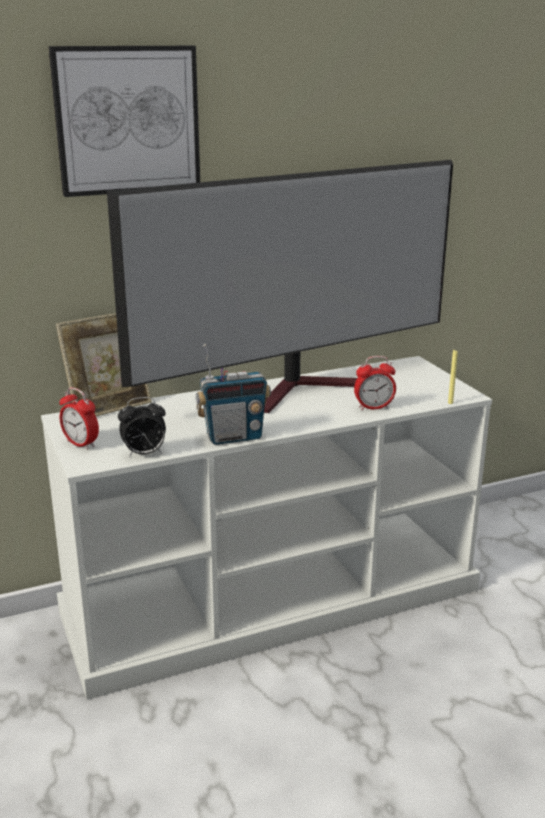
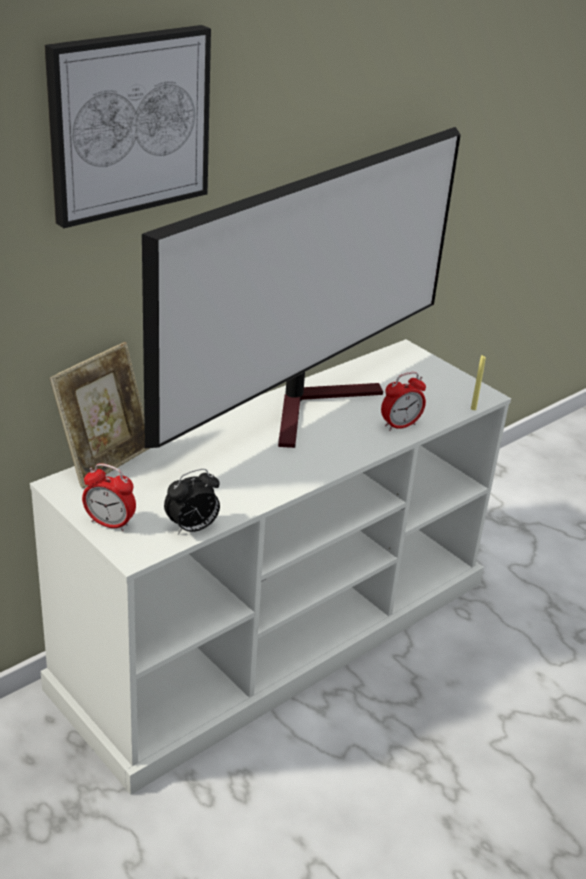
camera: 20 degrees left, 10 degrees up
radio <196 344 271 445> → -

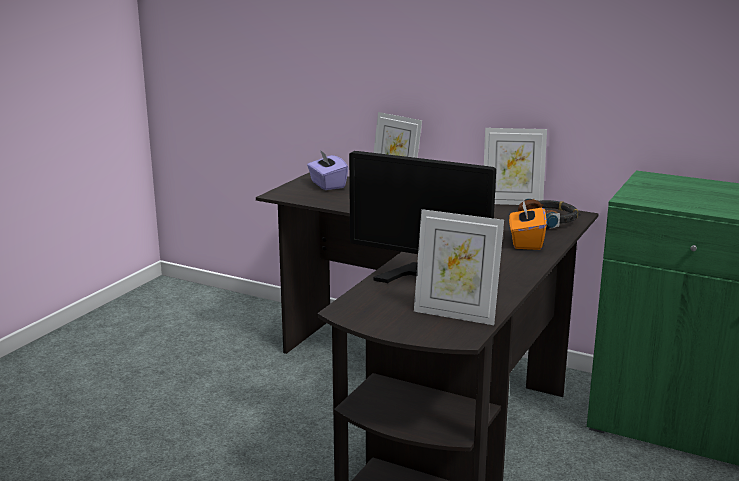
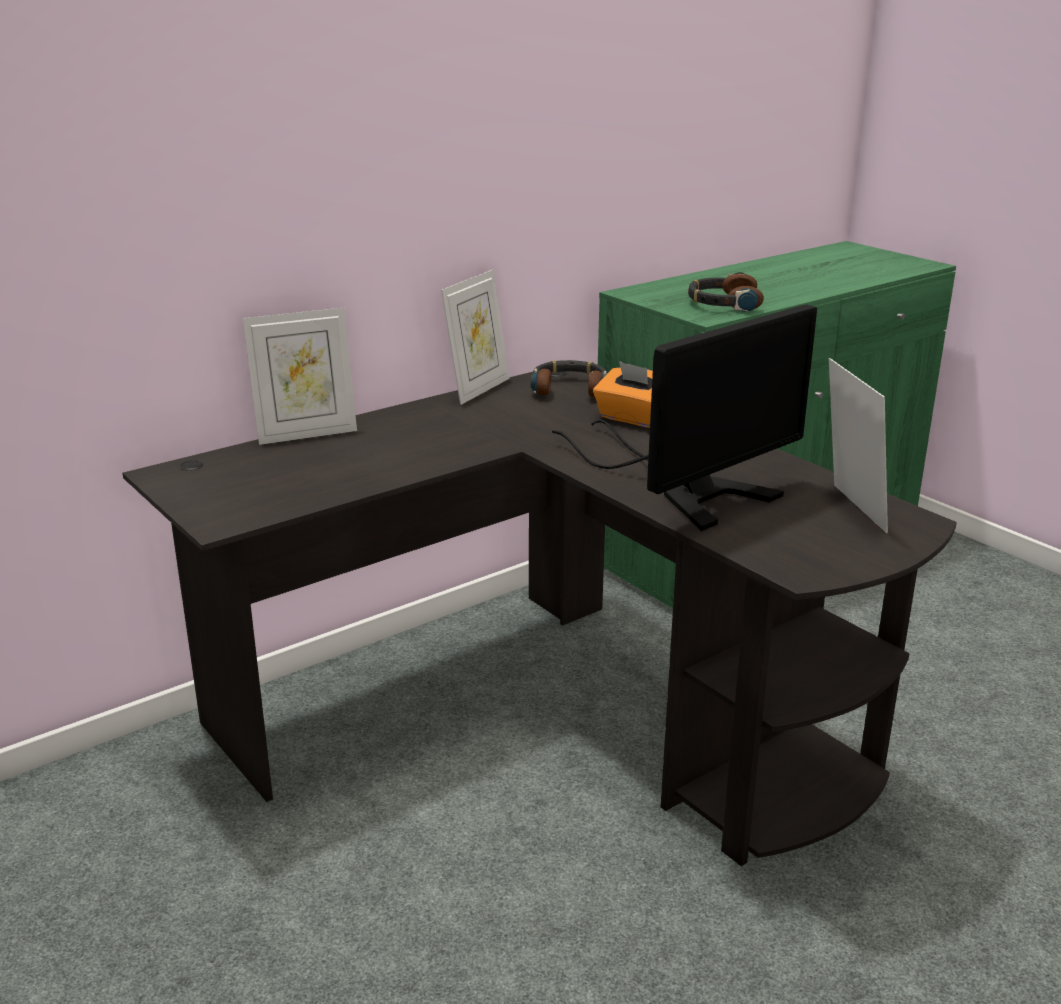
camera: 65 degrees left, 5 degrees up
- → auriculares <688 272 764 312>
portarretratos <414 209 504 325> → portarretratos <829 358 888 533>, 60 degrees counterclockwise
caja de pañuelos/morado <307 150 348 190> → -

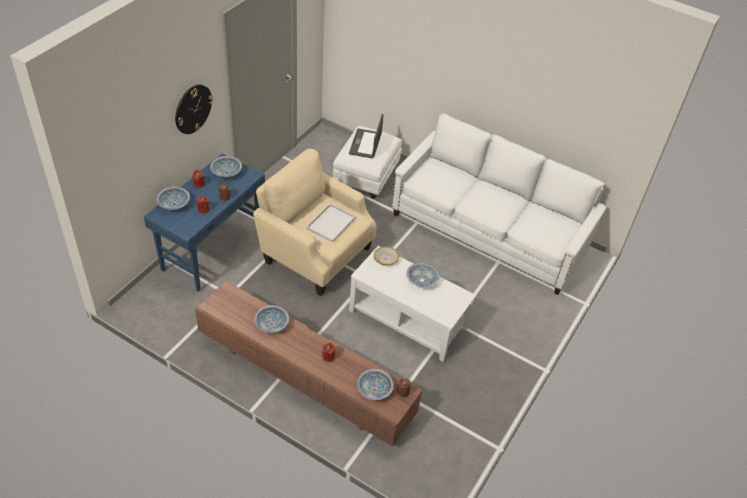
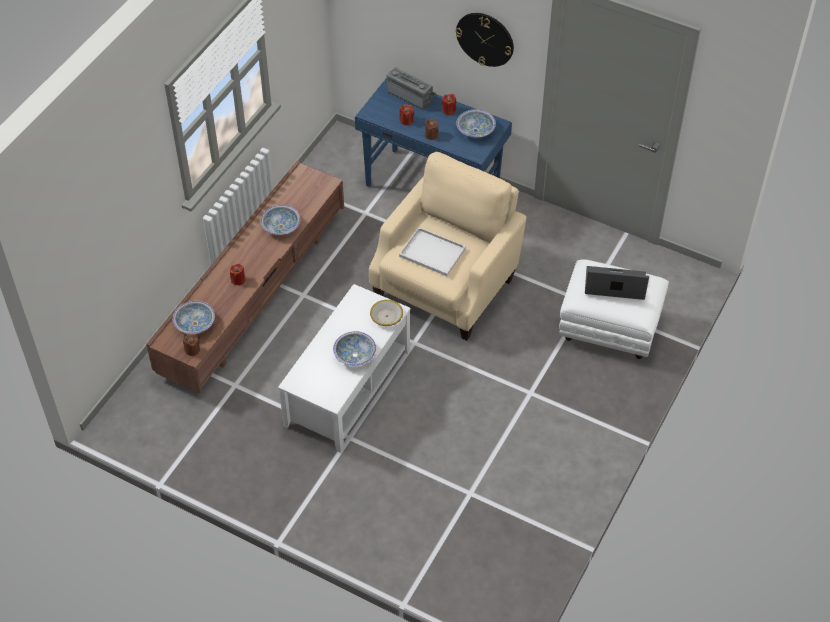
camera: 90 degrees right, 5 degrees up
cuenco <156 187 190 210> → radio <386 68 436 110>
sofá/blanco <392 113 607 295> → -

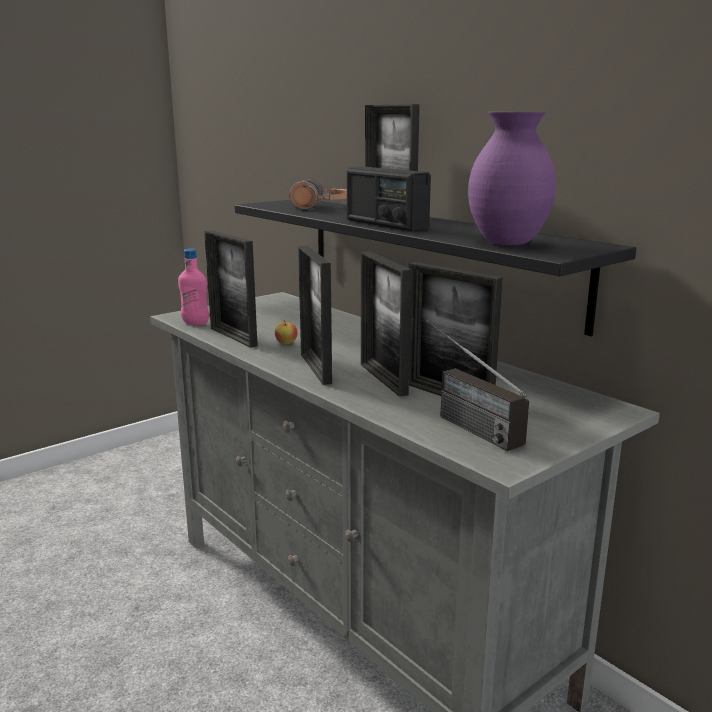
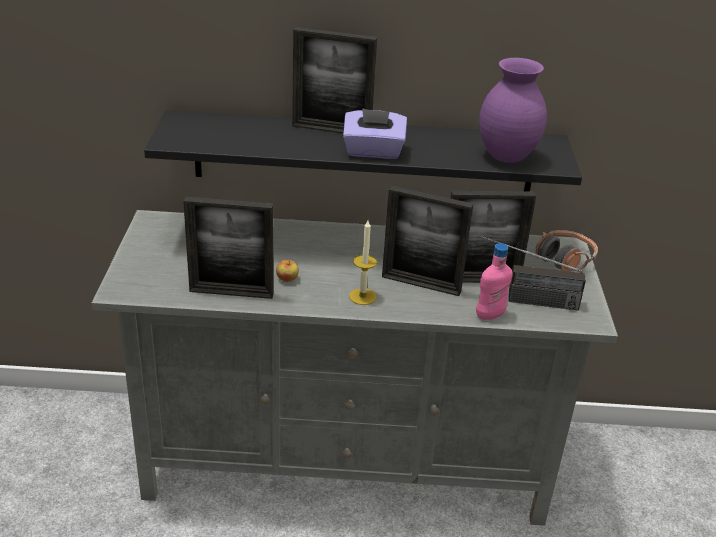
camera: 50 degrees left, 15 degrees up
radio <347 166 431 231> → caja de pañuelos/morado <343 108 407 159>
portarretratos <298 246 332 385> → vela <349 220 377 305>
botella/rosa <178 249 209 325> → botella/rosa <476 243 513 320>, moved
auriculares <289 178 347 209> → auriculares <536 230 598 272>, moved

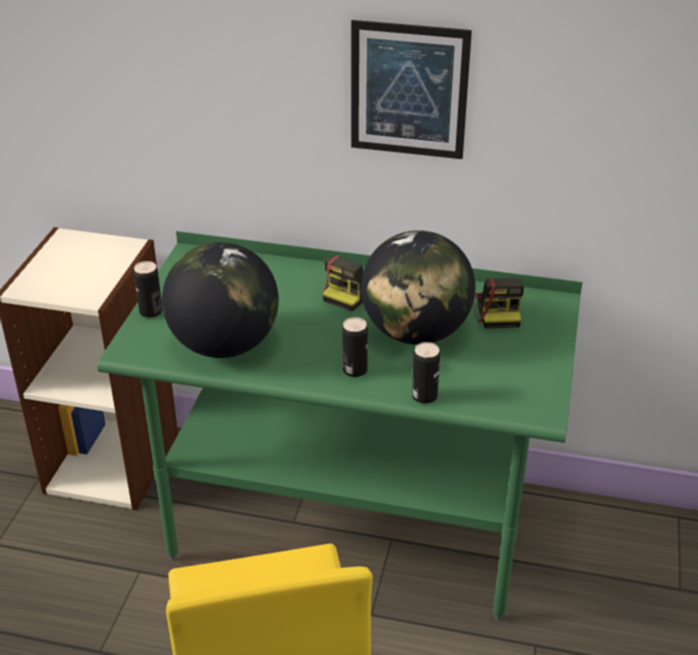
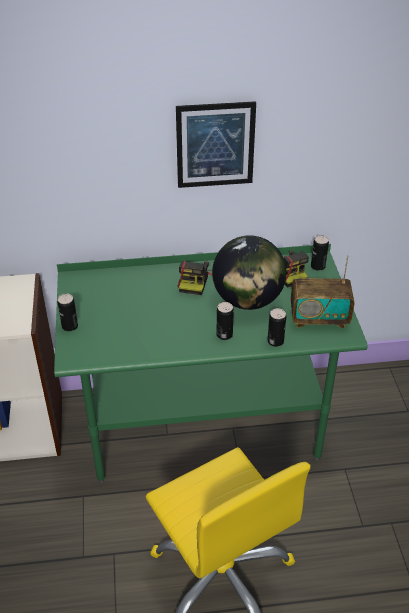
camera: 20 degrees left, 5 degrees up
- → radio <291 255 355 328>
- → lata <311 235 329 271>
globo terráqueo <162 242 279 358> → -

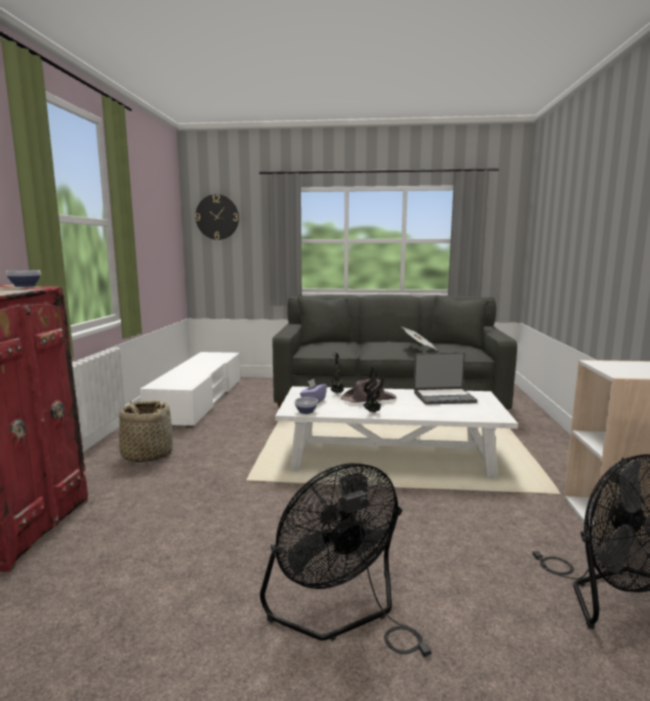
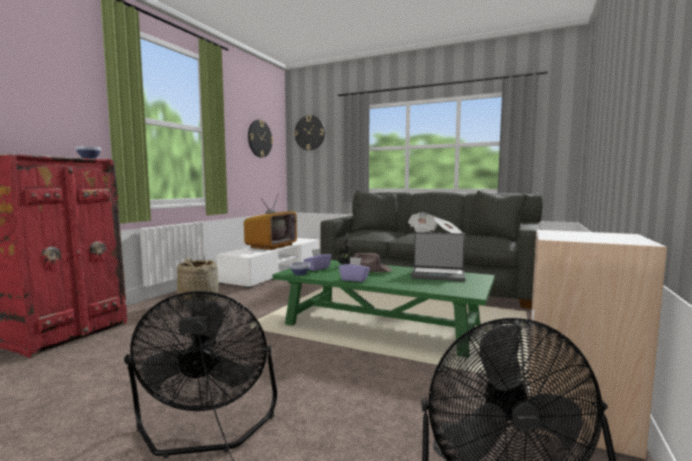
camera: 20 degrees right, 5 degrees down
- → televisor <244 194 297 250>
- → reloj de pared <248 120 273 158>
mesa de centro/blanco <275 386 518 479> → mesa de centro/verde <273 260 495 358>
planta en maceta <363 365 384 413> → caja de pañuelos/morado <339 257 370 282>
- → periódico <408 212 437 232>

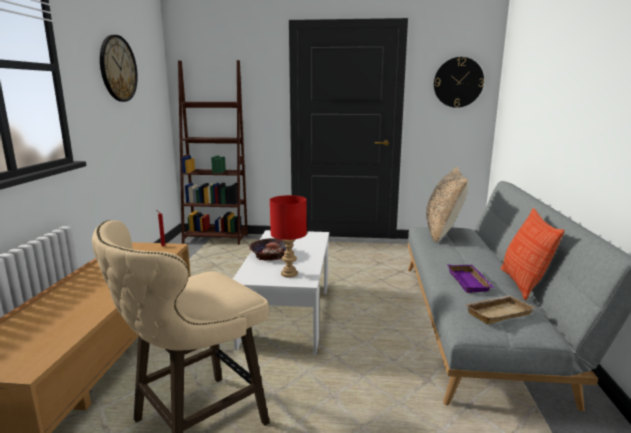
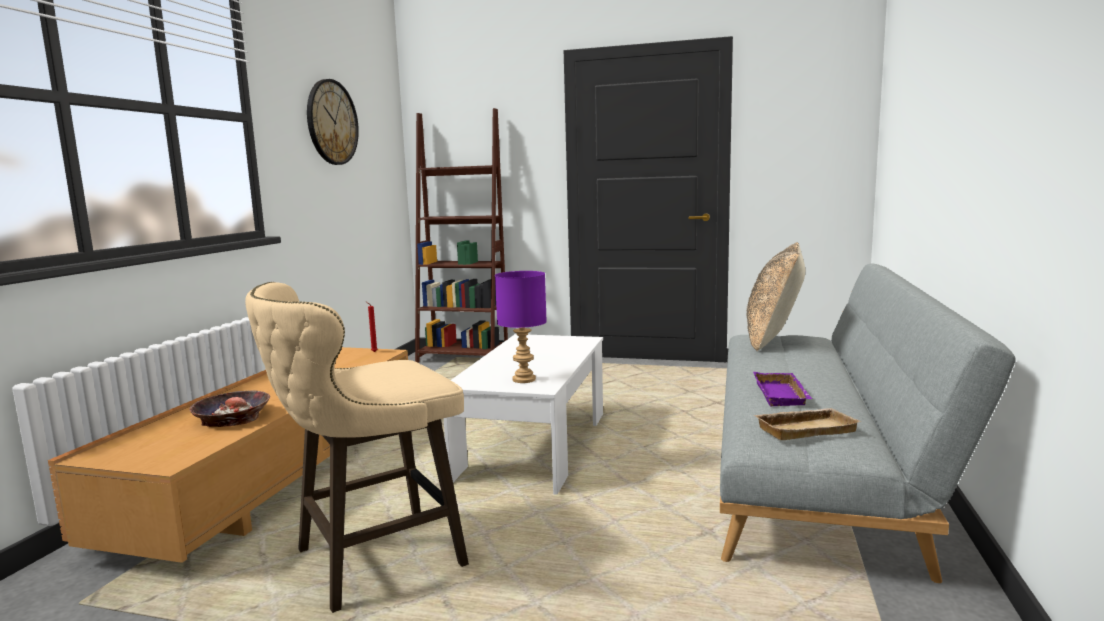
camera: 10 degrees right, 5 degrees down
cuenco <249 238 293 260> → cuenco <190 390 270 427>, moved
lámpara de mesa/rojo <270 195 307 277> → lámpara de mesa/morado <495 271 547 383>
reloj de pared <434 57 484 108> → -
cojín/naranja <501 208 565 300> → -

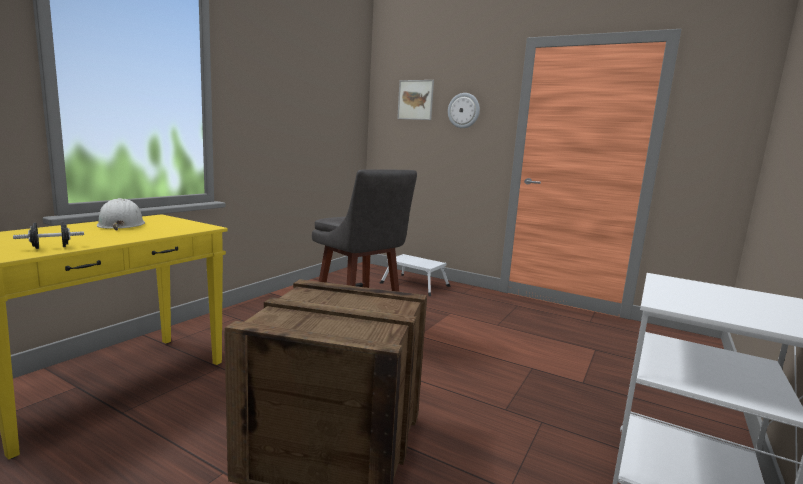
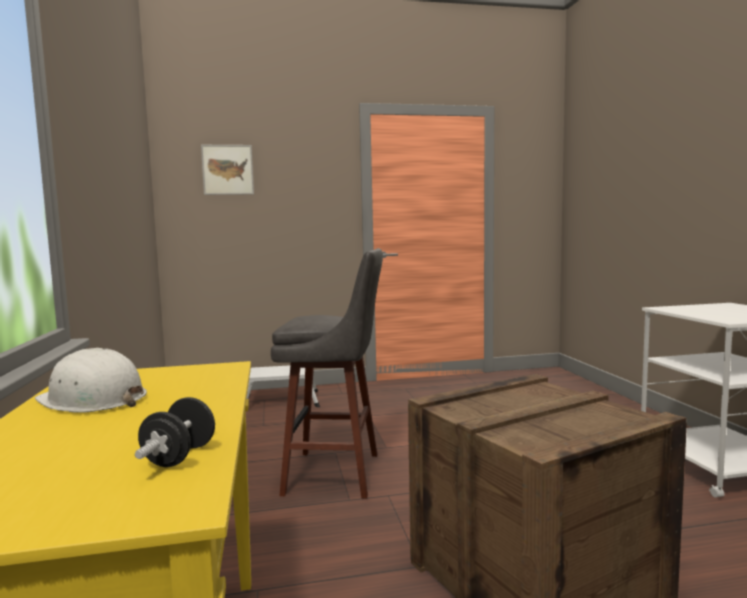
camera: 40 degrees left, 5 degrees down
reloj de pared <448 93 480 128> → -

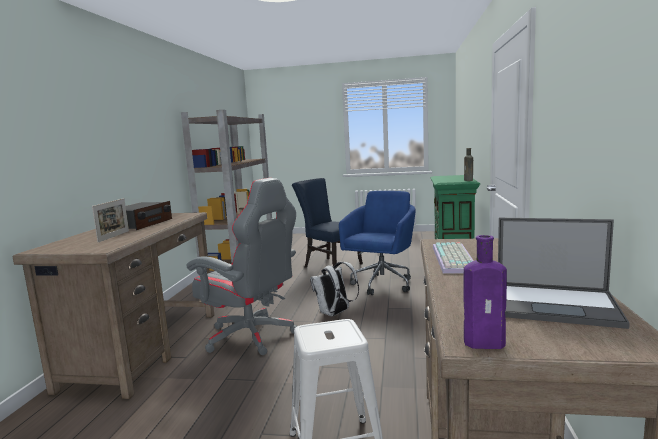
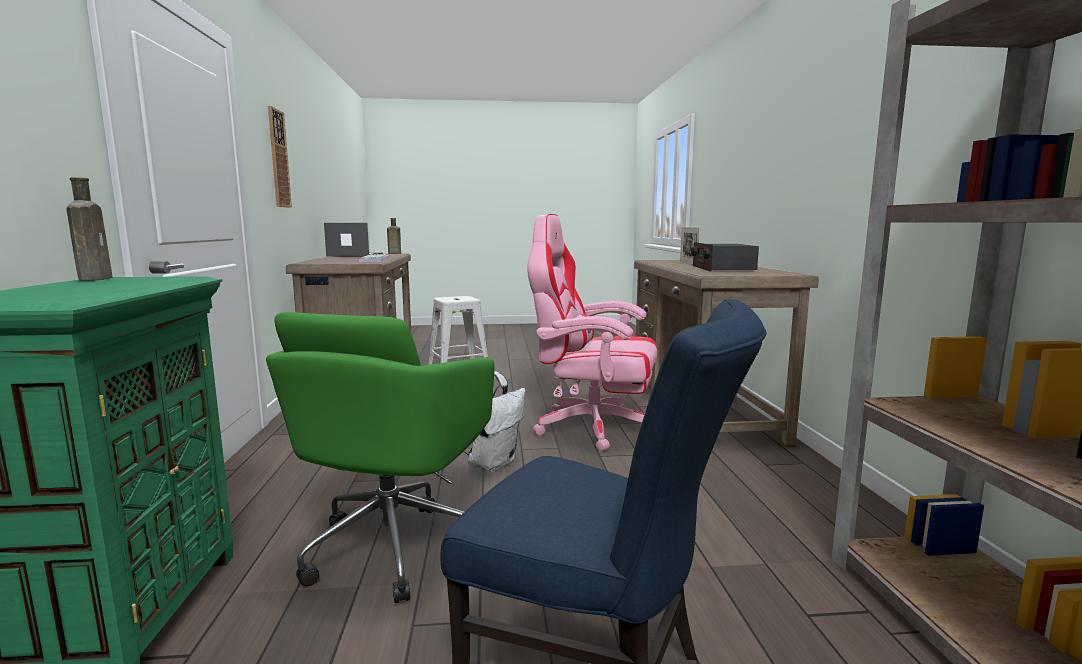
camera: 165 degrees right, 0 degrees up
silla de oficina/azul <339 191 415 295> → silla de oficina/verde <266 312 495 603>
- → reloj de pared <268 106 292 208>
botella/morado <464 235 507 349> → botella/marrón <387 218 401 254>
silla de oficina/gris <186 178 297 355> → silla de oficina/rosa <527 214 658 451>

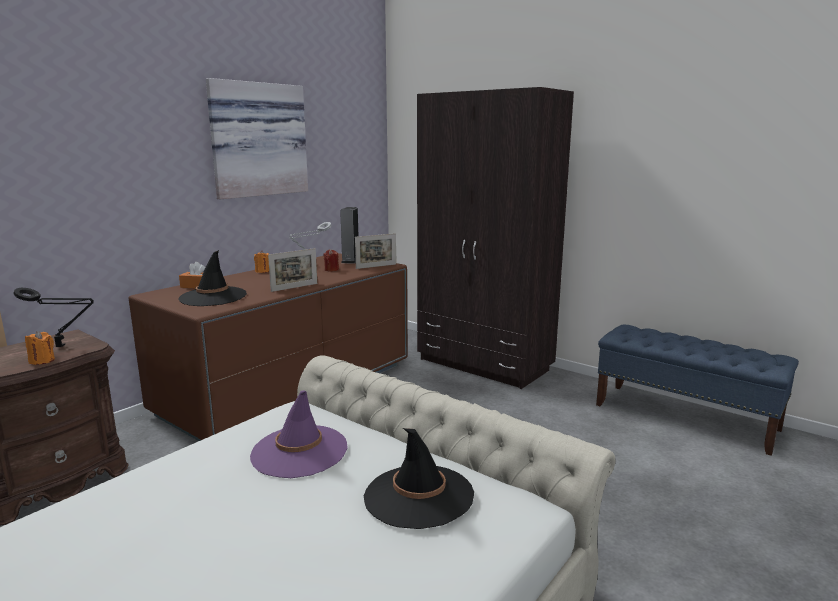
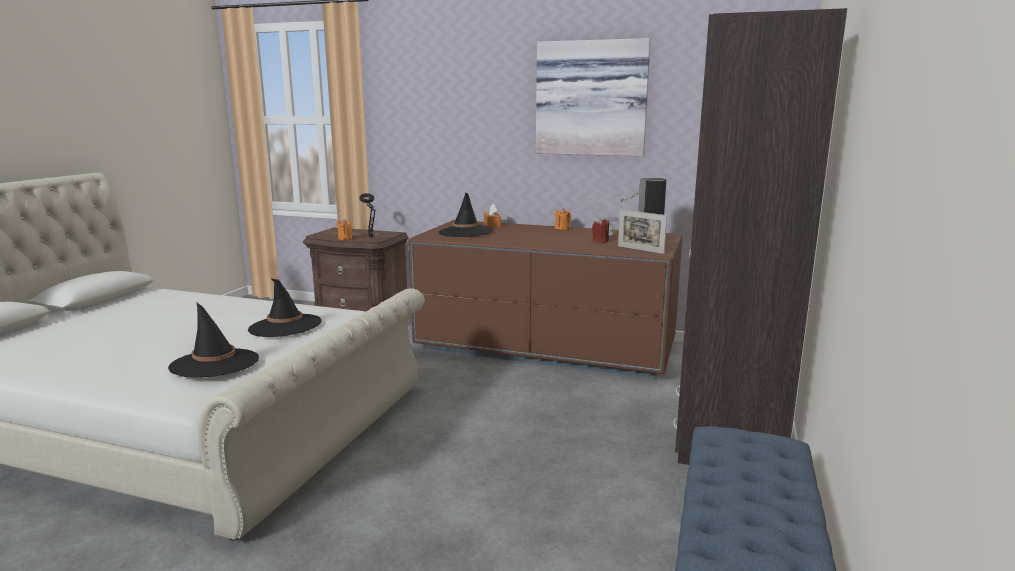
camera: 70 degrees right, 0 degrees up
sombrero/morado <250 390 348 478> → sombrero/negro <248 278 322 337>
portarretratos <268 248 317 292> → -

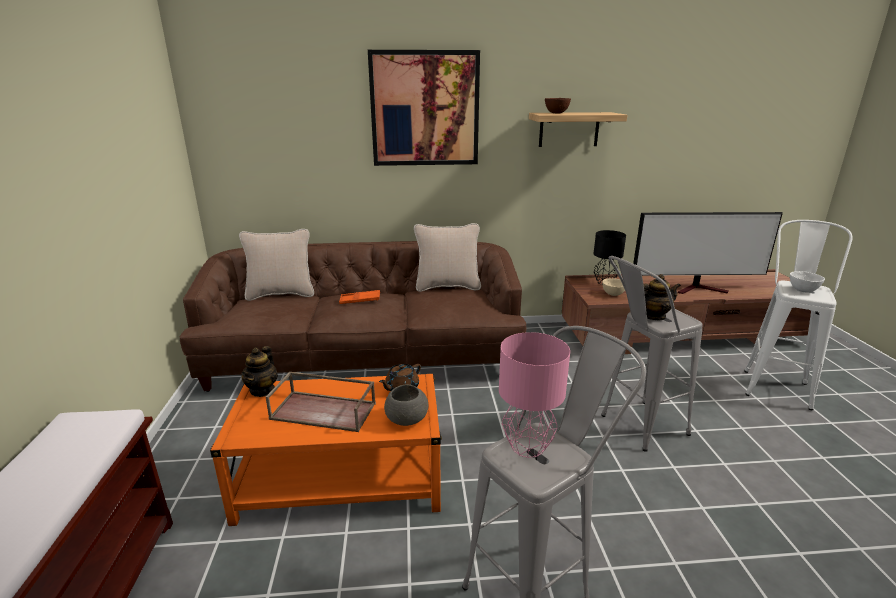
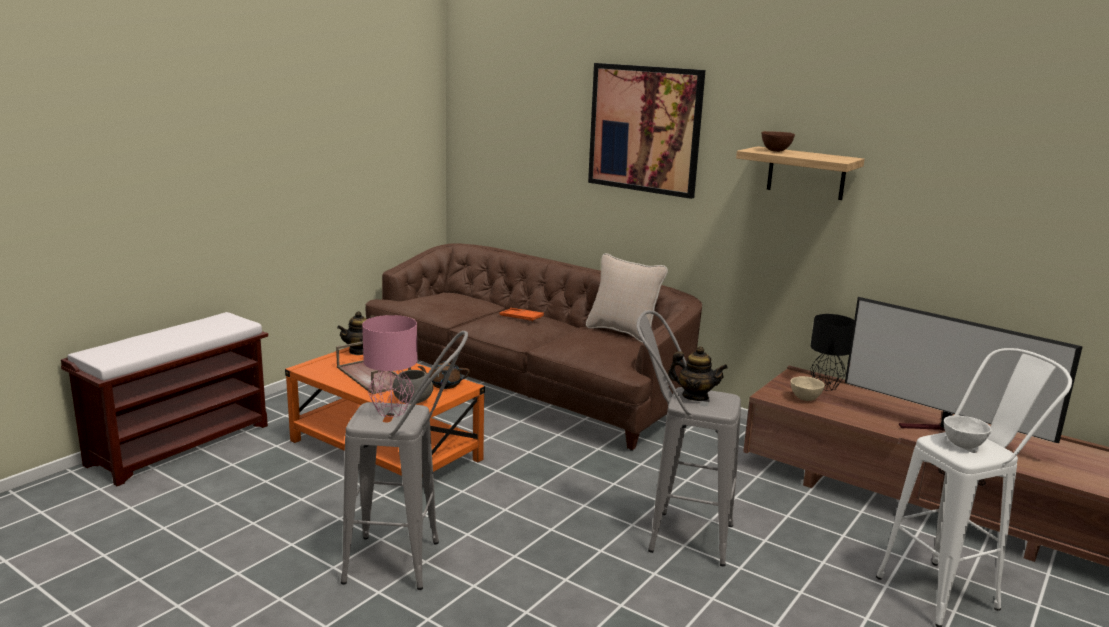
camera: 40 degrees right, 5 degrees down
cojín/beis <239 229 314 301> → -

